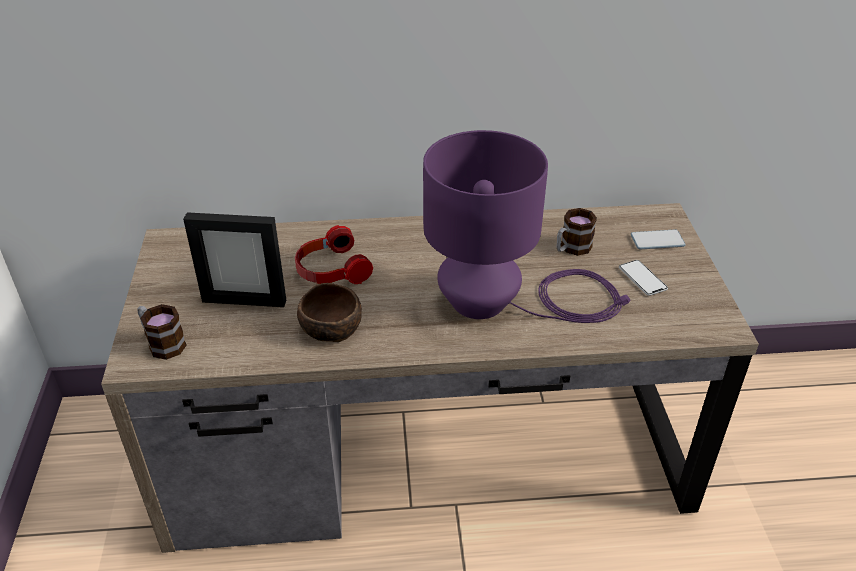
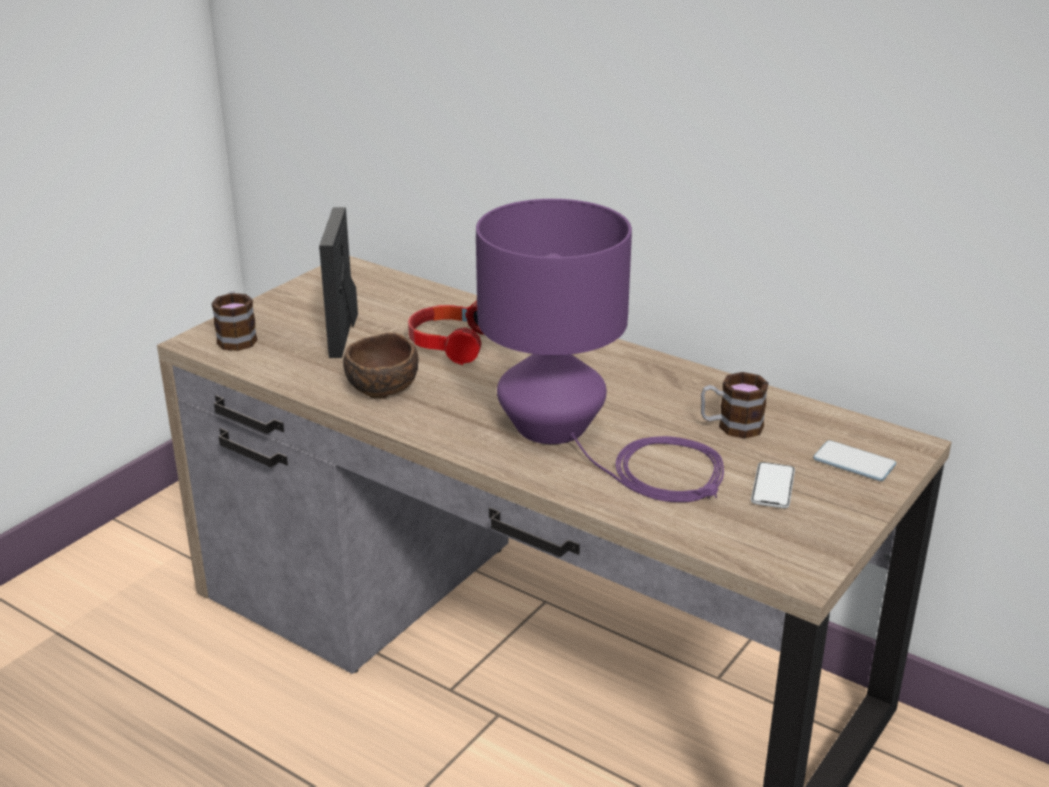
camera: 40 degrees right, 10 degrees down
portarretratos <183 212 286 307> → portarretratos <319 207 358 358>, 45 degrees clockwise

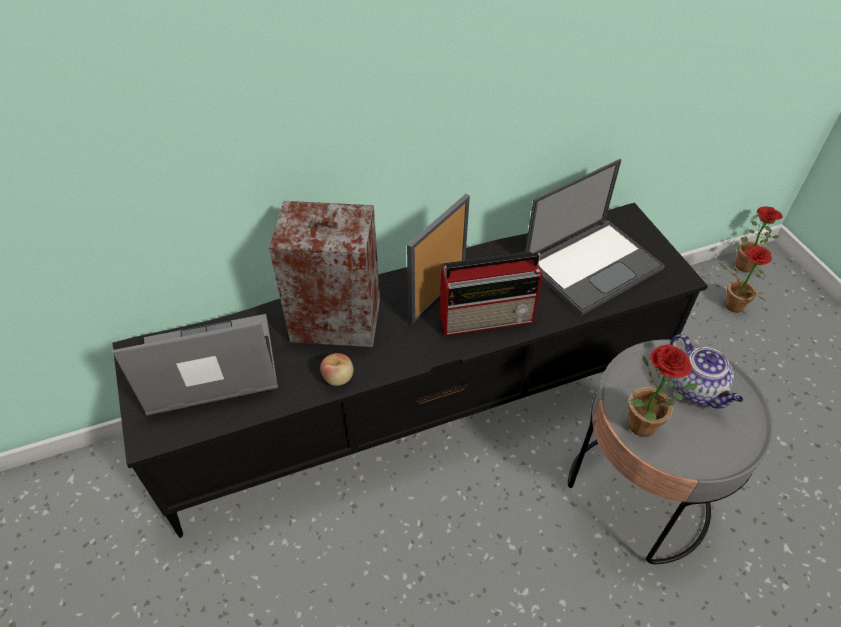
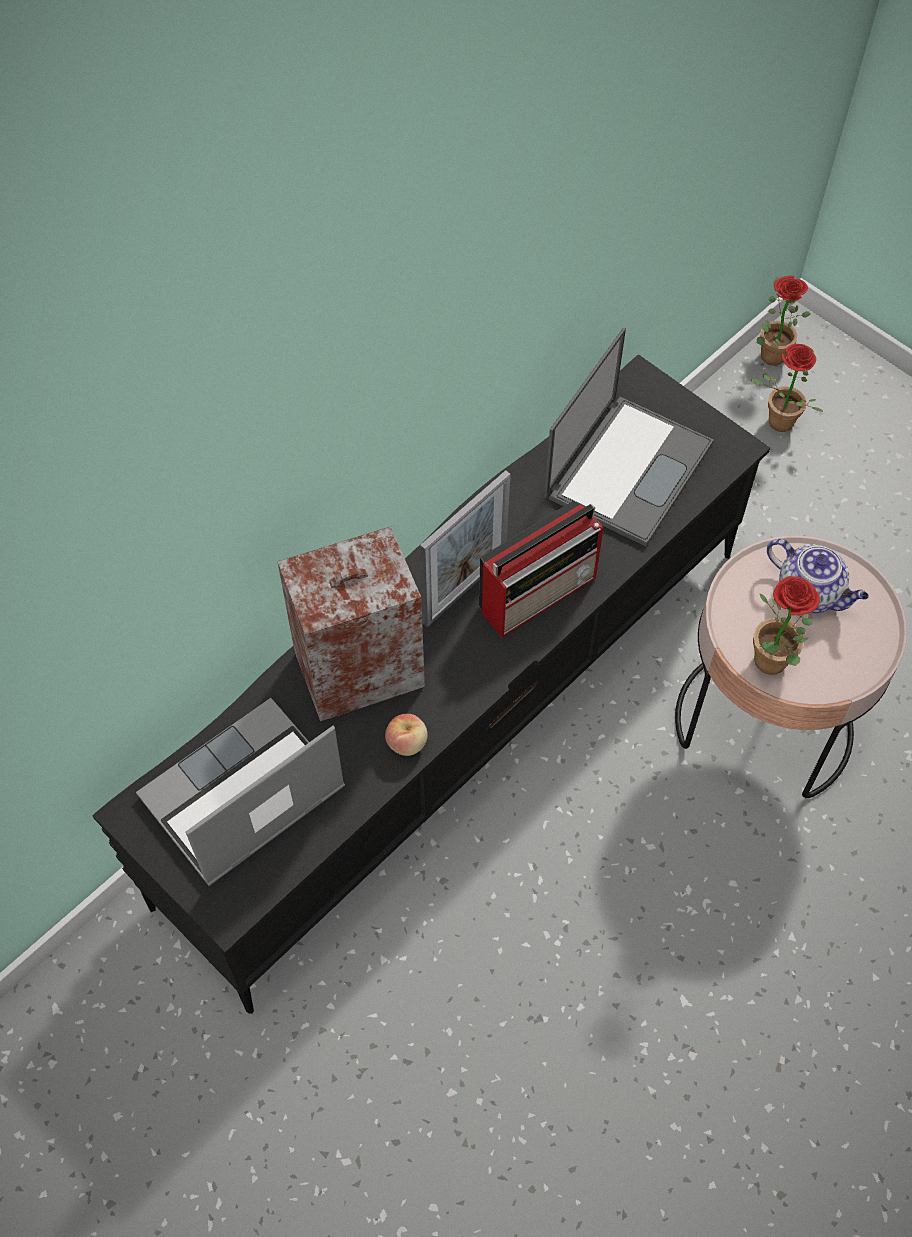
camera: 25 degrees left, 10 degrees up
portarretratos <407 194 470 325> → portarretratos <420 470 511 627>, 150 degrees counterclockwise
mesa auxiliar/gris <568 340 774 564> → mesa auxiliar/rosa <675 536 907 798>

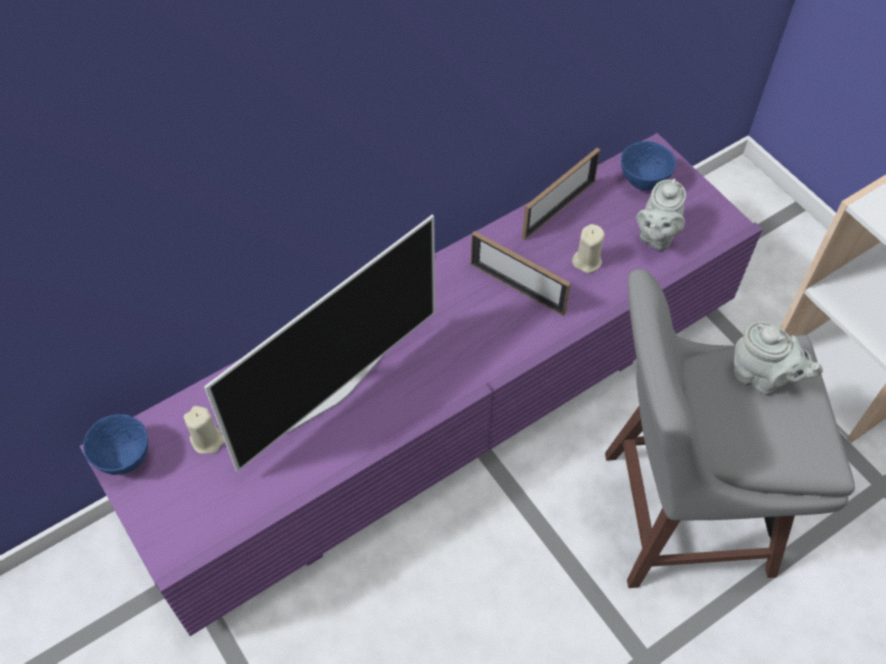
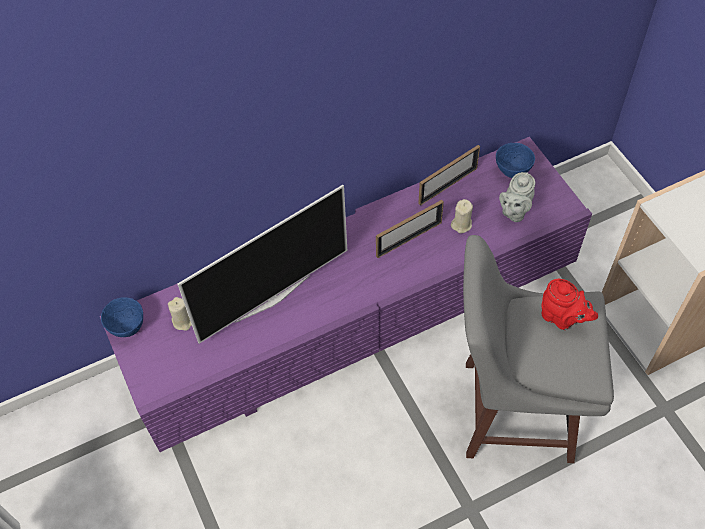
camera: 10 degrees right, 0 degrees up
portarretratos <471 231 571 316> → portarretratos <376 200 444 258>, 75 degrees counterclockwise
tetera/gris <733 321 823 395> → tetera/rojo <541 279 598 330>

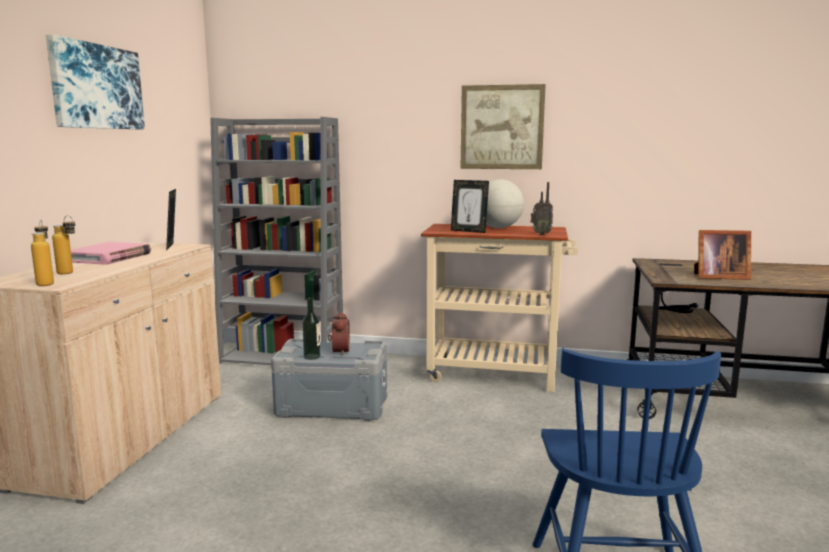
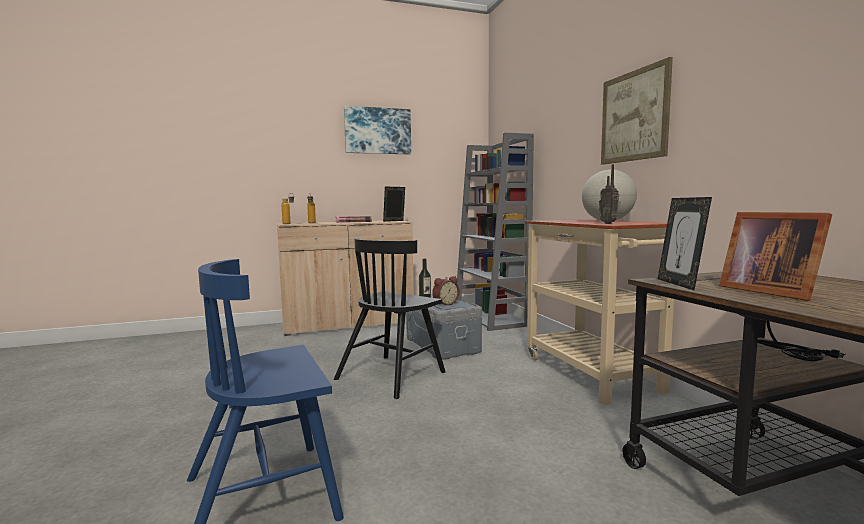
camera: 60 degrees right, 5 degrees down
- → silla/negro <334 238 445 399>
portarretratos <451 180 489 233> → portarretratos <658 197 712 290>, moved

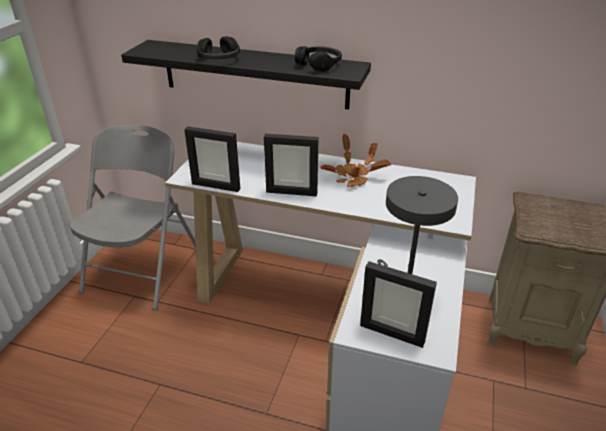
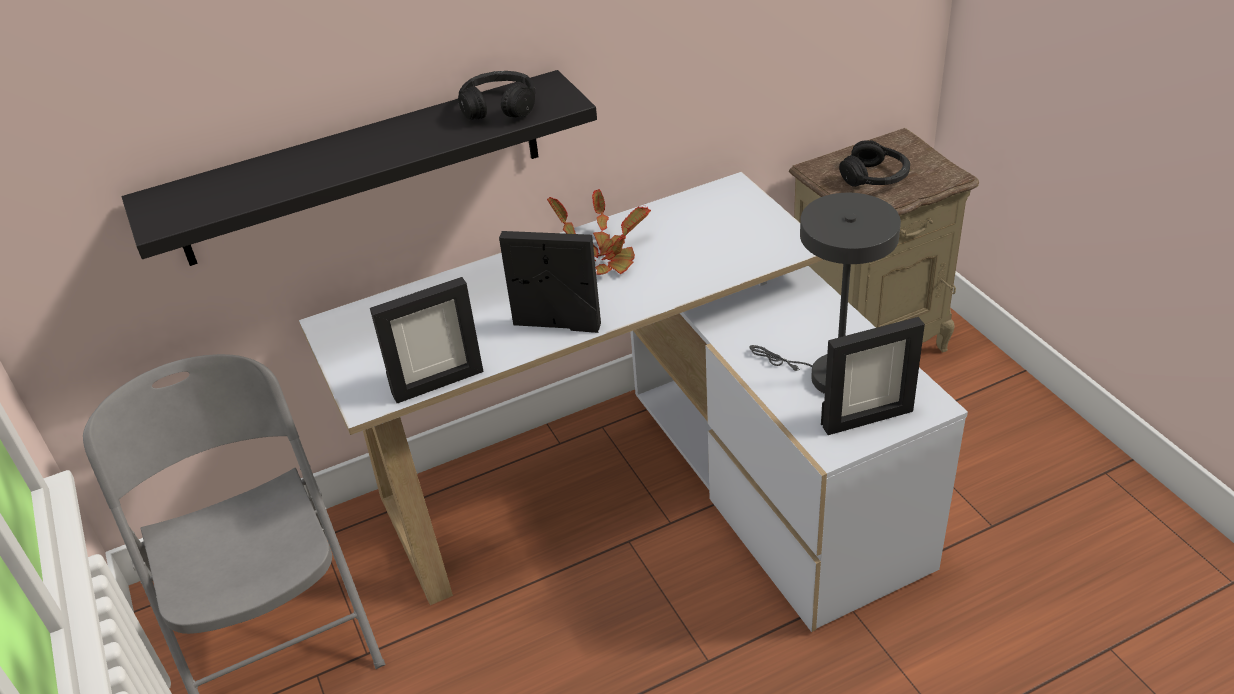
camera: 40 degrees left, 5 degrees up
portarretratos <264 134 319 196> → portarretratos <499 231 601 333>, 135 degrees counterclockwise
auriculares/negro <197 36 240 59> → auriculares/negro <839 140 910 187>, moved

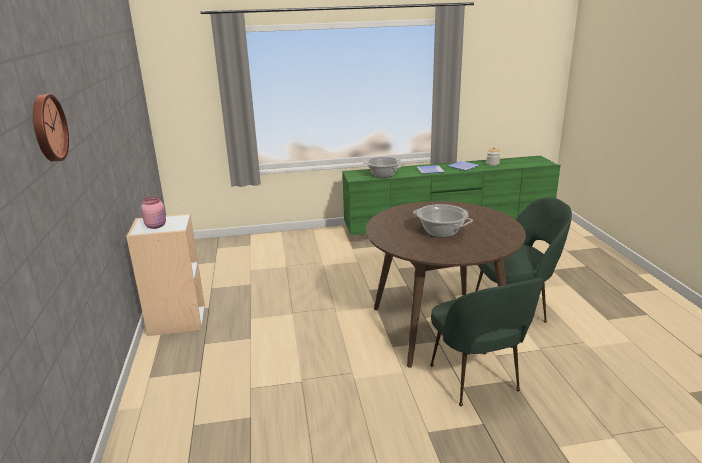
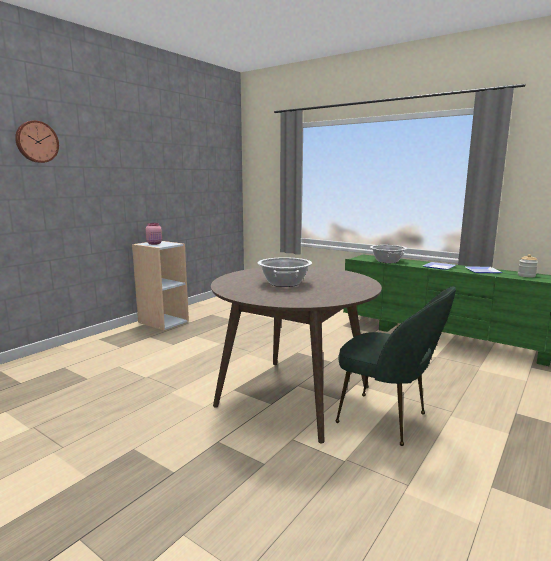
camera: 45 degrees right, 10 degrees down
silla/verde <430 278 543 406> → -

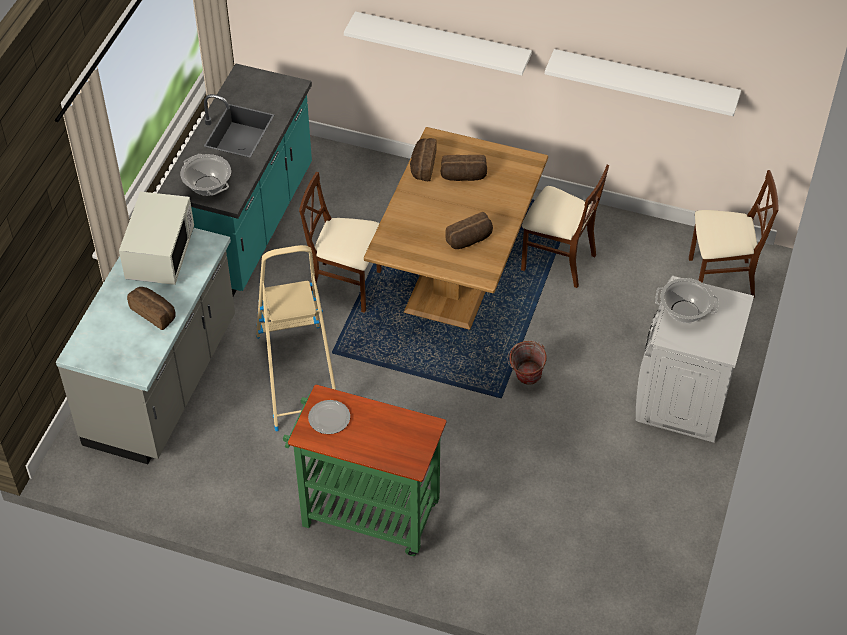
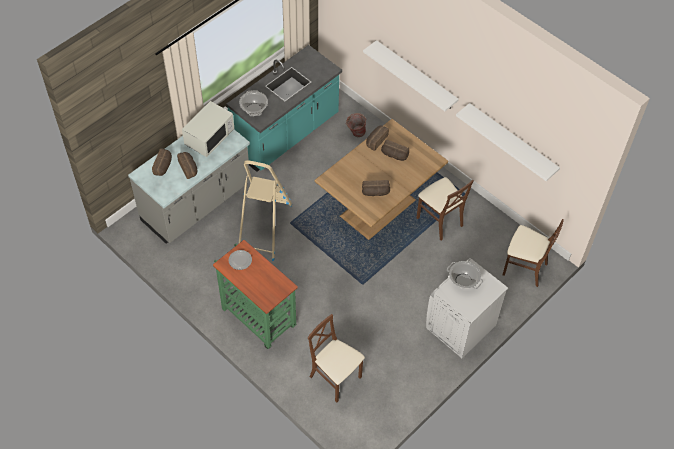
camera: 25 degrees right, 5 degrees up
- → pan <152 148 172 176>
silla/marrón <299 172 381 313> → silla/marrón <308 314 365 403>, moved
cubo <507 340 547 385> → cubo <346 113 366 137>, moved

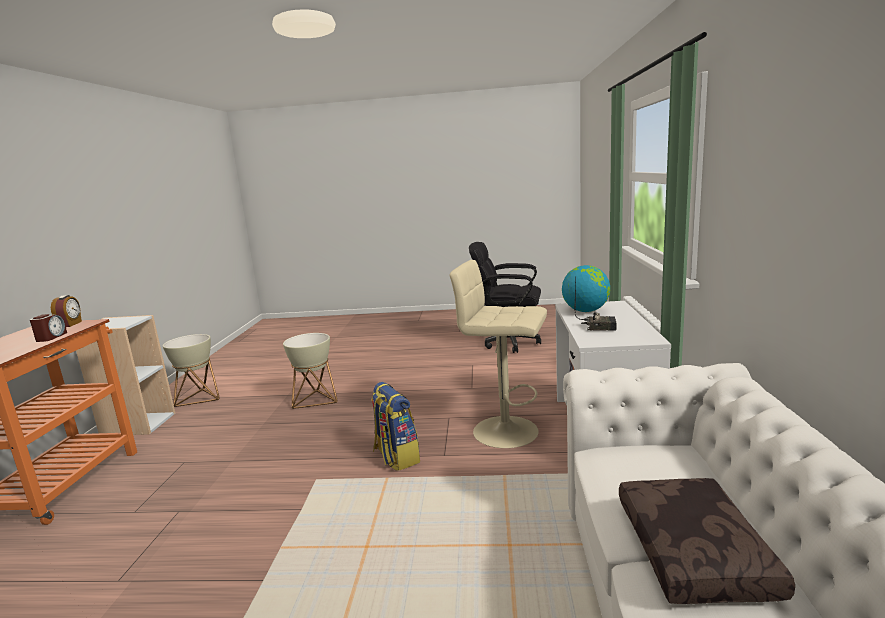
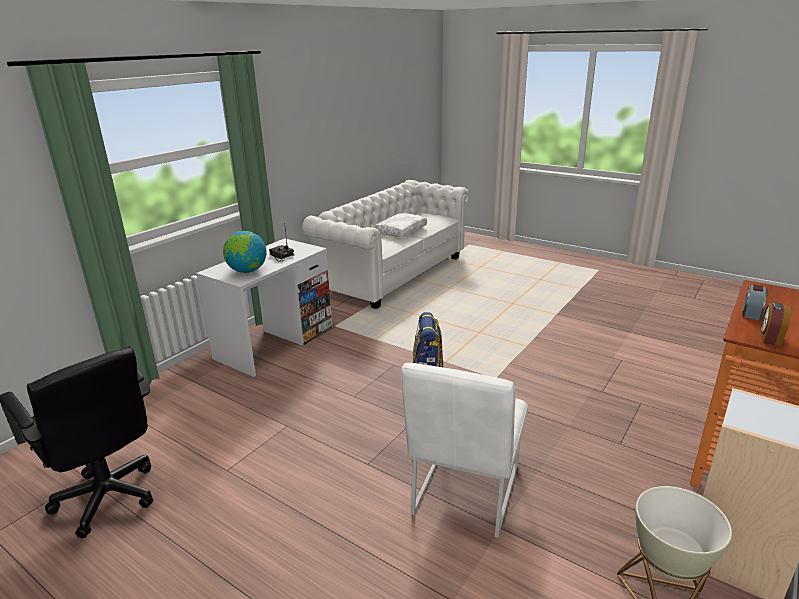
camera: 150 degrees left, 10 degrees up
cojín/marrón <619 478 795 604> → cojín/blanco <375 213 427 237>
maceta <283 333 338 409> → silla/blanco <401 363 528 538>
taburete/beis <450 260 547 448> → -

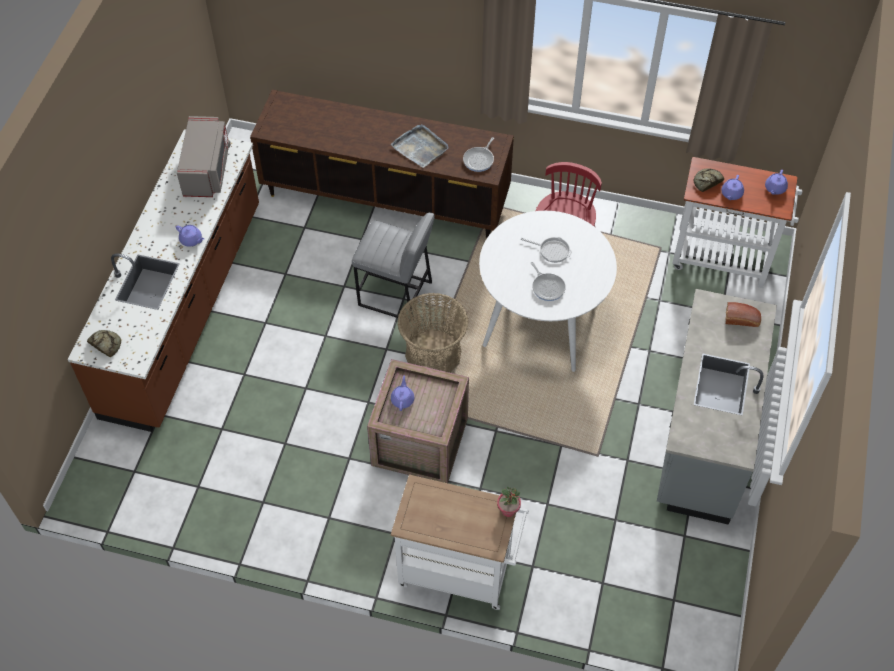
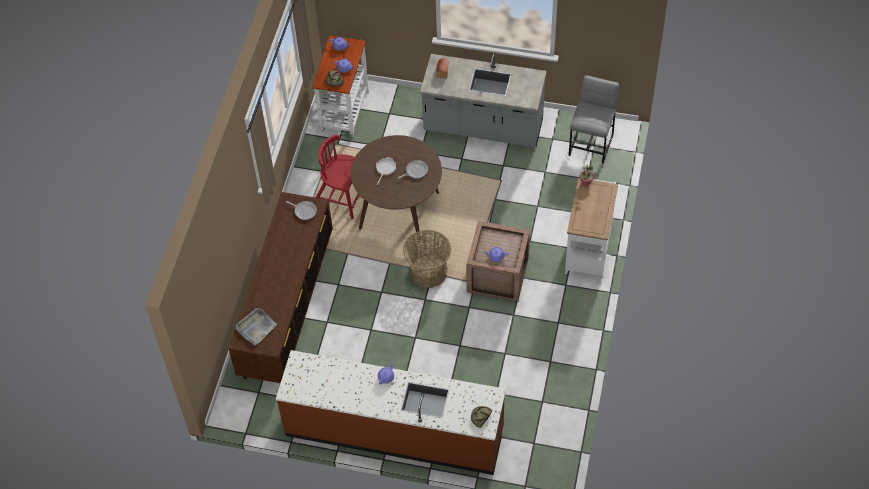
camera: 90 degrees left, 0 degrees up
bandeja/gris <390 124 448 168> → bandeja/gris <236 308 277 345>, moved
mesa de comedor/blanco <479 211 617 372> → mesa de comedor/marrón <351 135 442 240>
silla/gris <352 212 435 322> → silla/gris <569 75 619 164>, moved
microondas/gris <177 116 231 197> → -

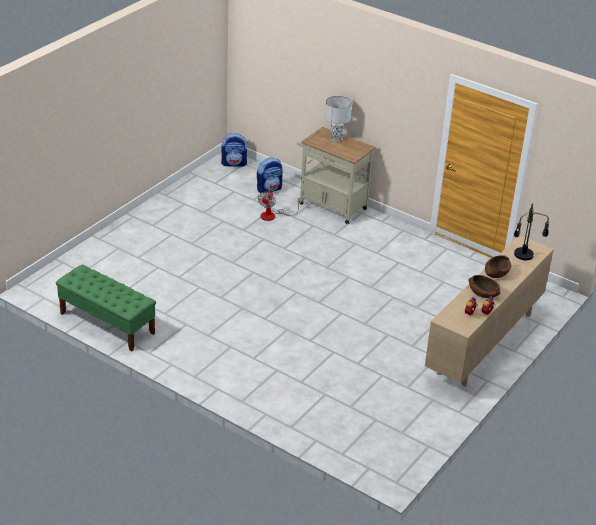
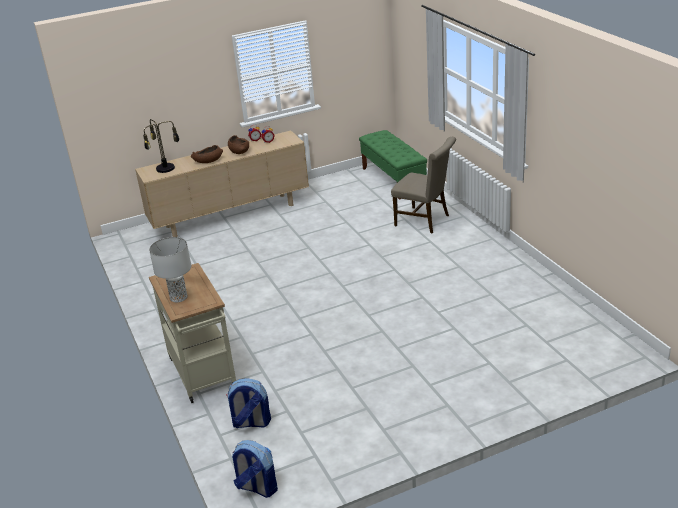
camera: 145 degrees left, 5 degrees down
banco/verde <56 264 156 352> → banco/verde <359 130 427 200>, moved
- → silla/beis <391 137 456 234>
ventilador <258 191 302 221> → -

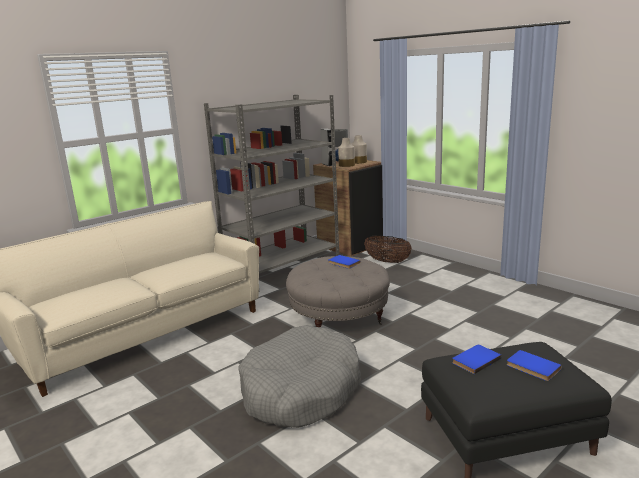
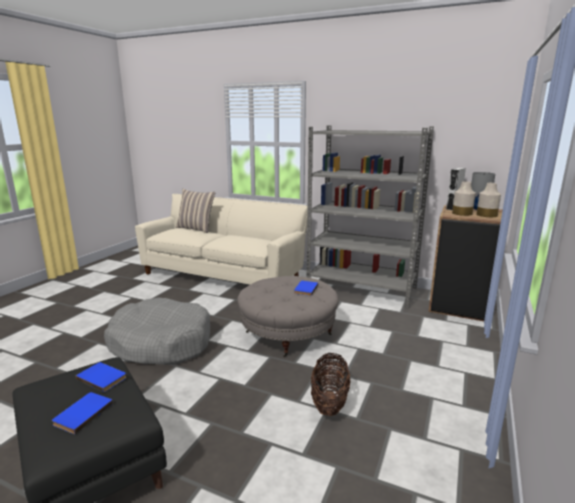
camera: 65 degrees right, 0 degrees up
- → cojín <176 189 215 233>
cesta <364 235 412 263> → cesta <311 352 351 416>, moved

